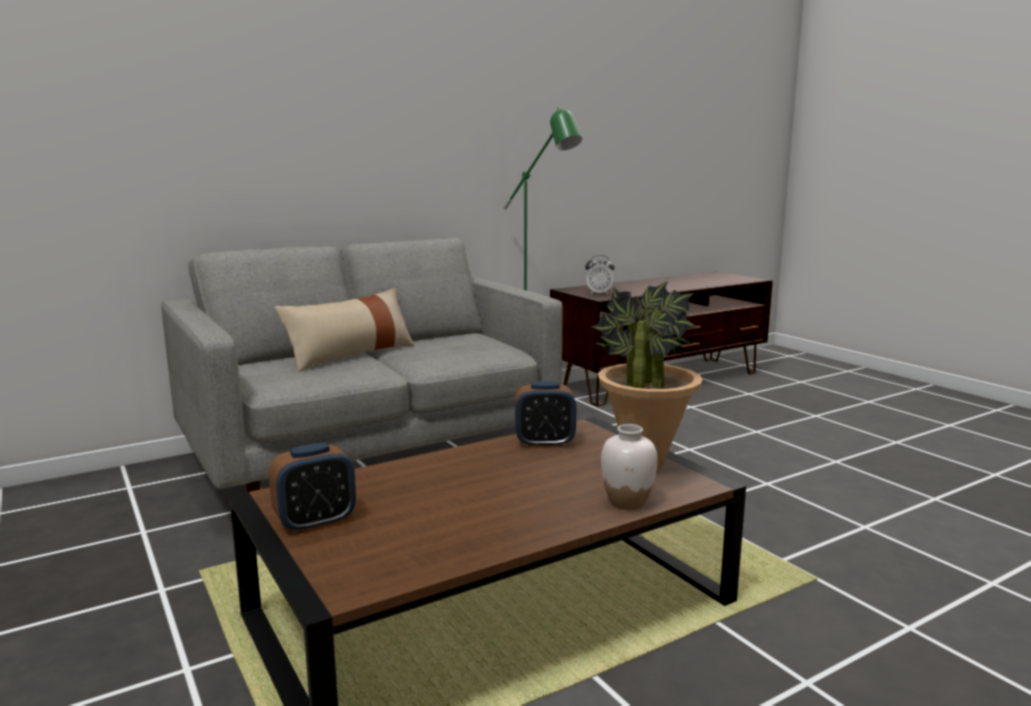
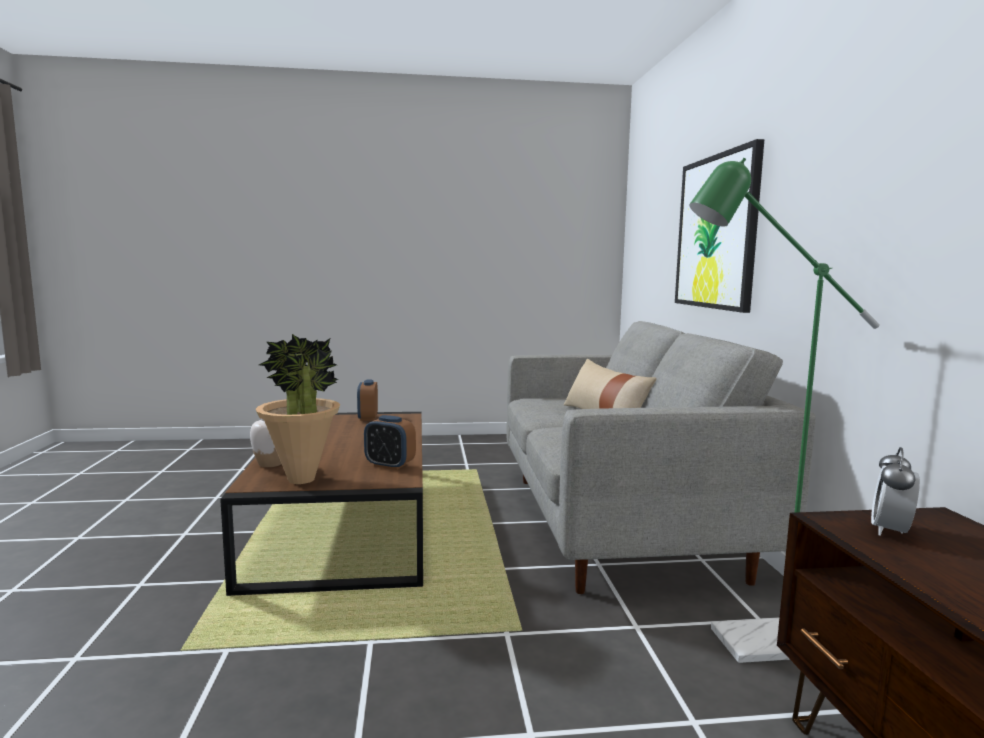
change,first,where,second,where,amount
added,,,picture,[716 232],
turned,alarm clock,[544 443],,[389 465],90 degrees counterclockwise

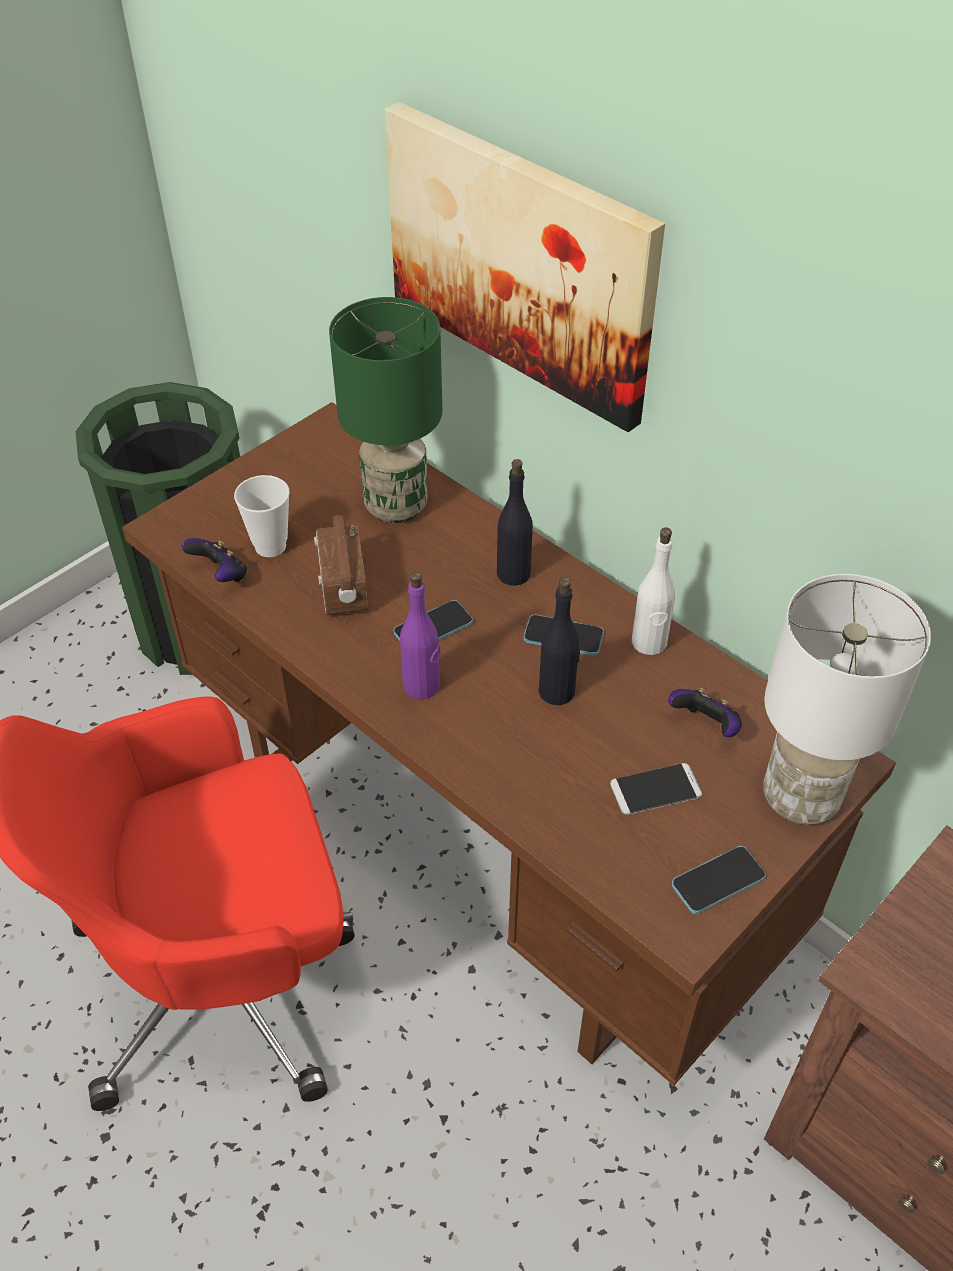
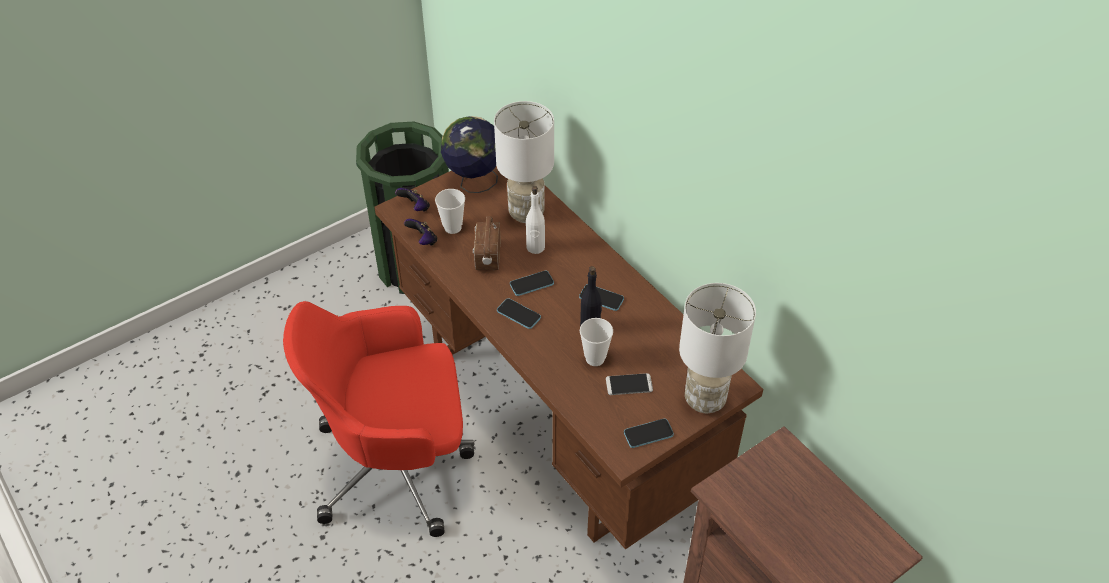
change,first,where,second,where,amount
removed,picture,[520 262],,,
removed,bottle (black),[513 573],,,
added,,,globe,[474 183],
added,,,cup,[595 358],
moved,bottle (white),[649 643],,[535 247],
moved,game controller,[705 726],,[415 208],
replaced,bottle (purple),[422 686],phone,[518 314],
recoloured,table lamp (green),[396 505],table lamp (white),[526 212],

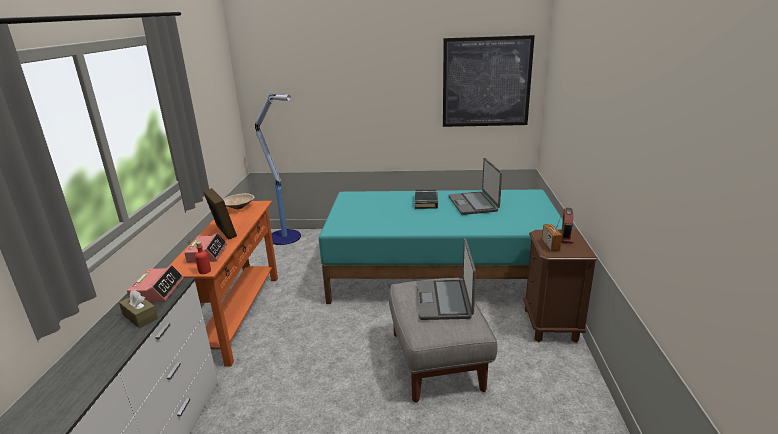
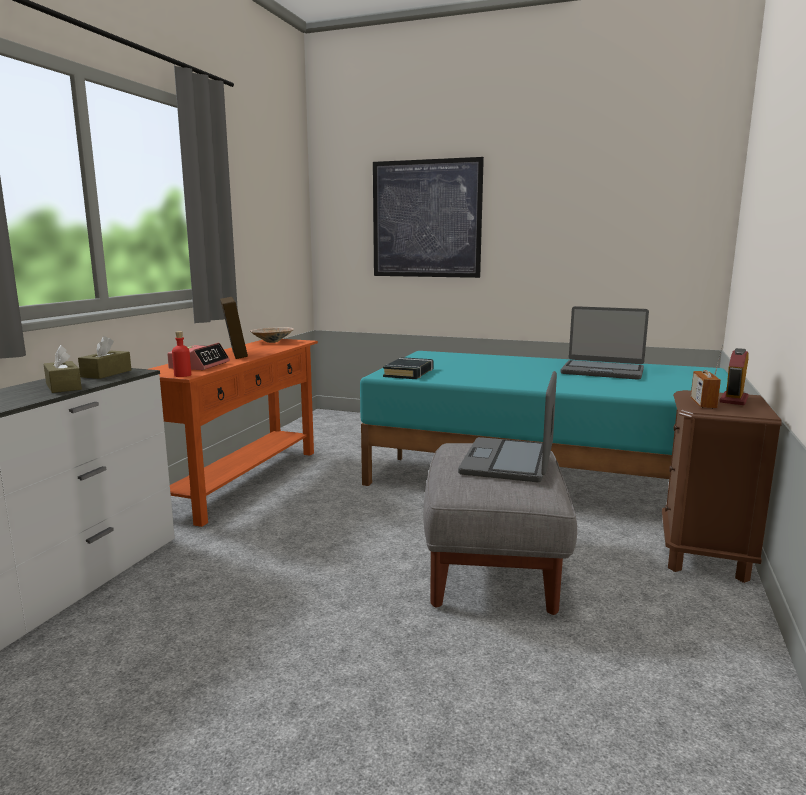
change,first,where,second,where,amount
removed,floor lamp,[285 237],,,
moved,book (black),[426 202],,[409 373],
moved,picture,[486 82],,[426 219],
replaced,alarm clock,[157 290],tissue box (brown),[106 373],
turned,laptop,[473 204],,[602 371],75 degrees counterclockwise

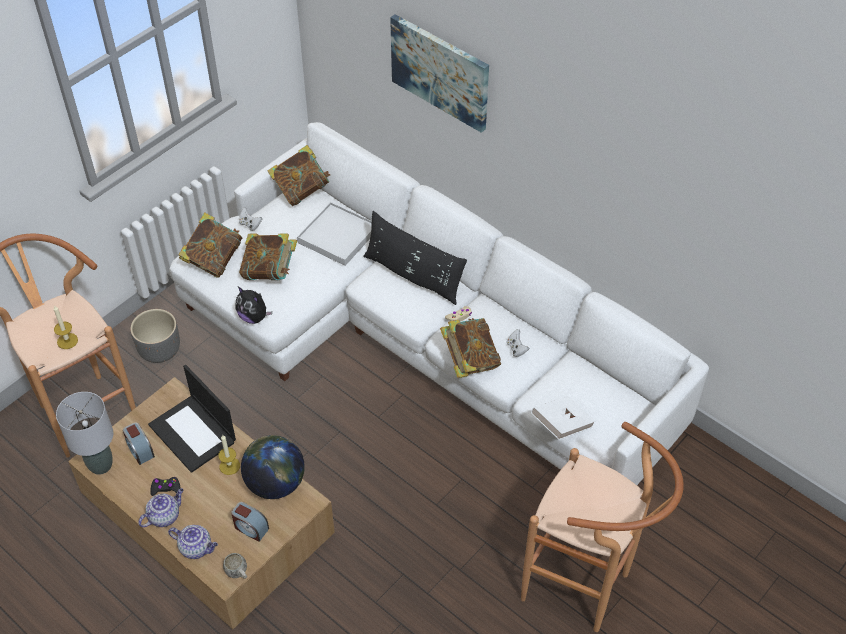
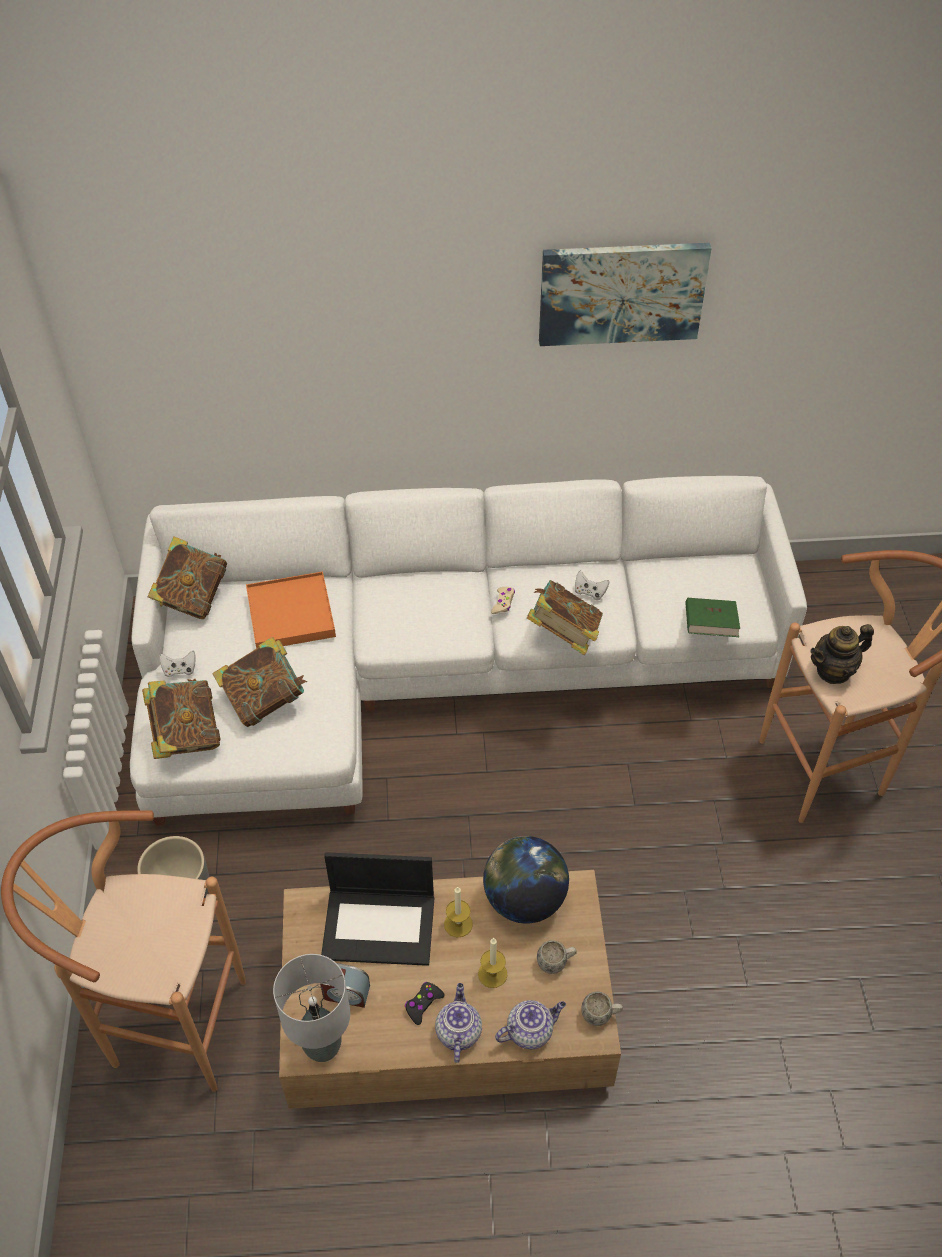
change,first,where,second,where,amount
removed,plush toy,[254 317],,,
removed,pillow (black),[413 275],,,
added,,,teapot,[833 671],
moved,candle,[67 341],,[492 974],
moved,picture,[440 71],,[621 292],
replaced,alarm clock,[250 528],mug (white),[556 962],
recoloured,tray (white),[338 236],tray (orange),[291 614],
recoloured,book (white),[561 425],book (green),[709 628],

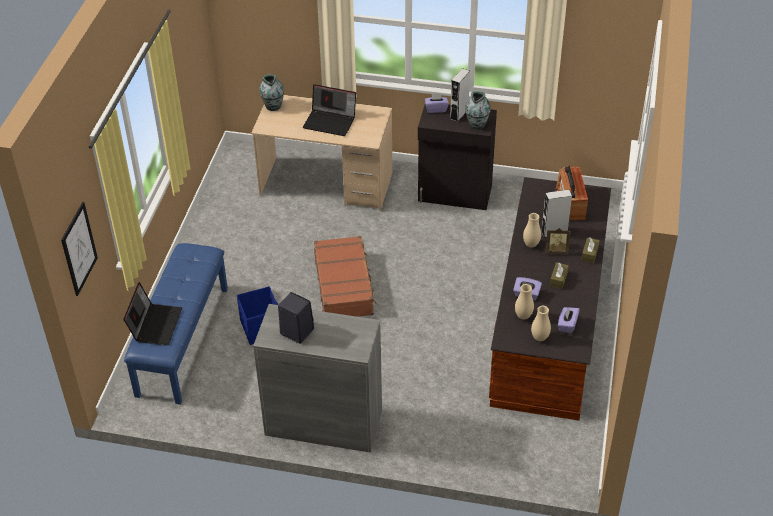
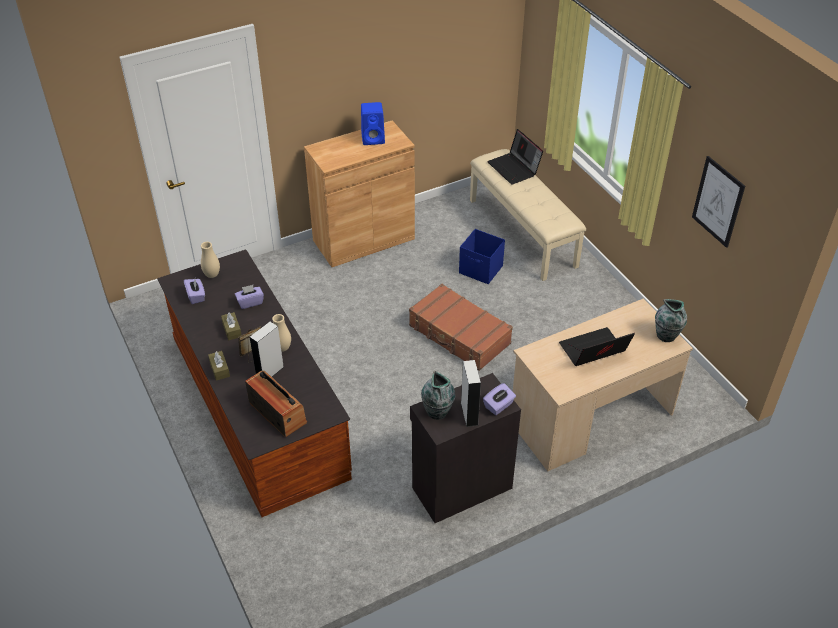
change,first,where,second,where,amount
removed,vase (beige),[523 316],,,
moved,picture,[79 249],,[718 201],
recoloured,bench (blue),[182 340],bench (beige),[523 232],
recoloured,cabinet (grey),[323 422],cabinet (brown),[364 239],
recoloured,speaker (black),[295 331],speaker (blue),[374 139],

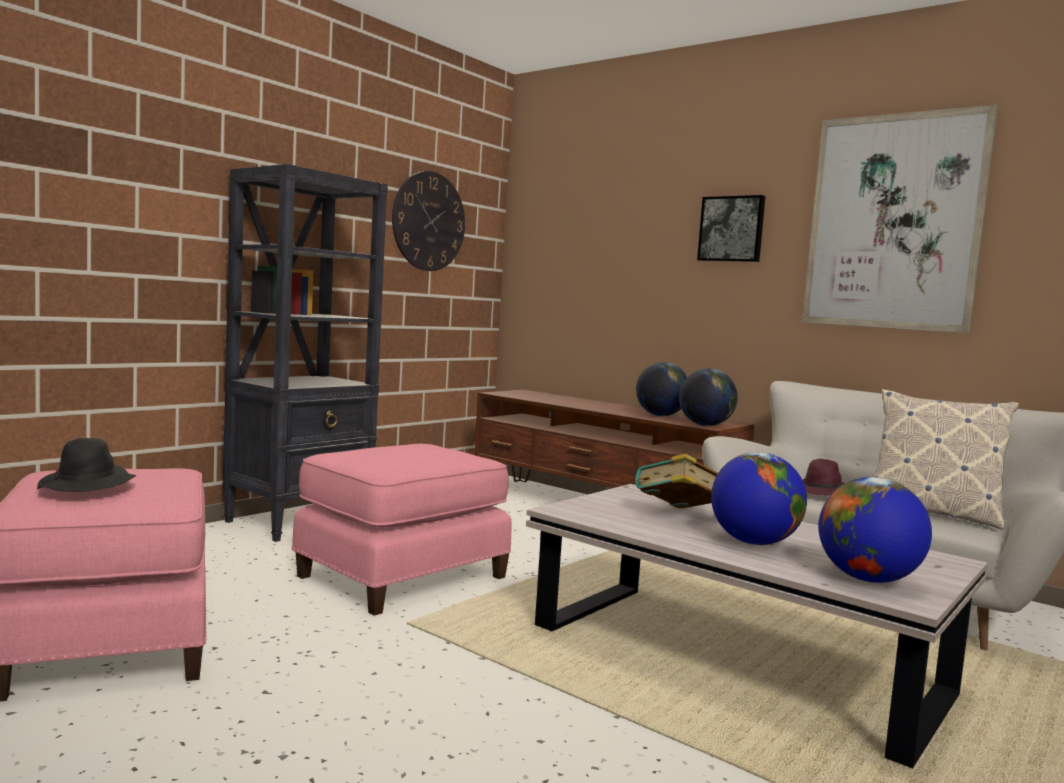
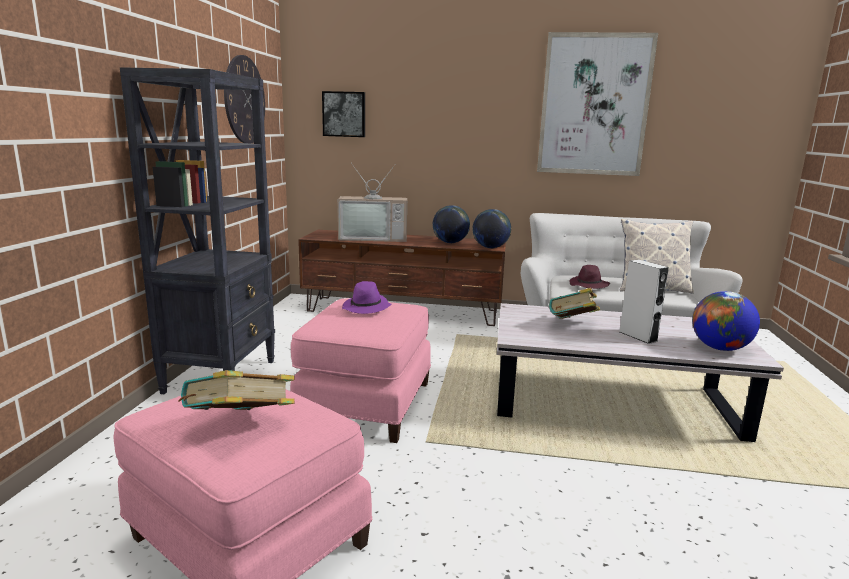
change,first,where,second,where,amount
added,,,television,[373 238],
added,,,hat (purple),[366 308],
moved,picture,[732 229],,[344 114],
replaced,hat (black),[87 486],book,[240 425],
replaced,globe,[754 543],speaker (grey),[638 336],

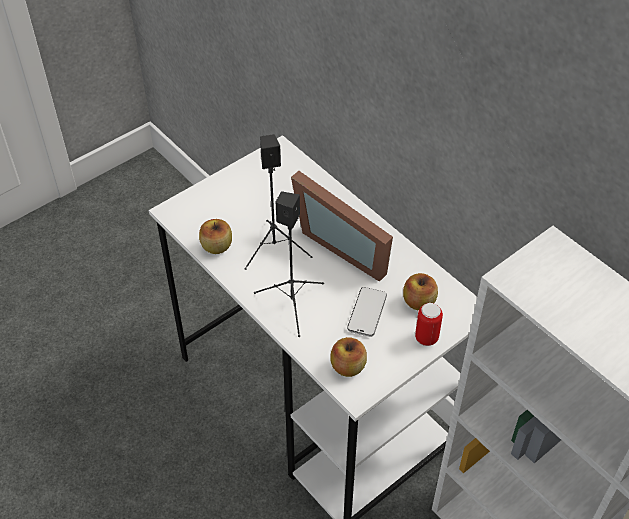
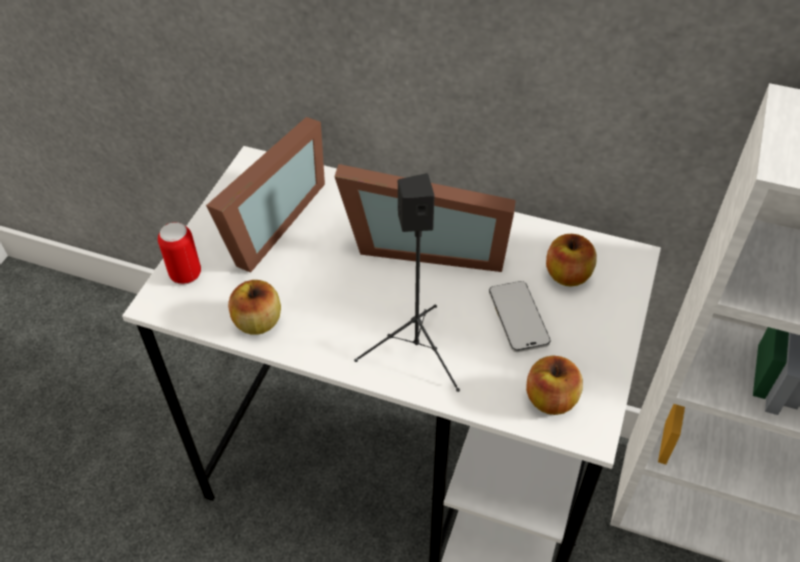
change,first,where,second,where,amount
removed,speaker (black),[275 248],,,
added,,,picture frame,[265 223],
moved,can,[426 338],,[185 274],

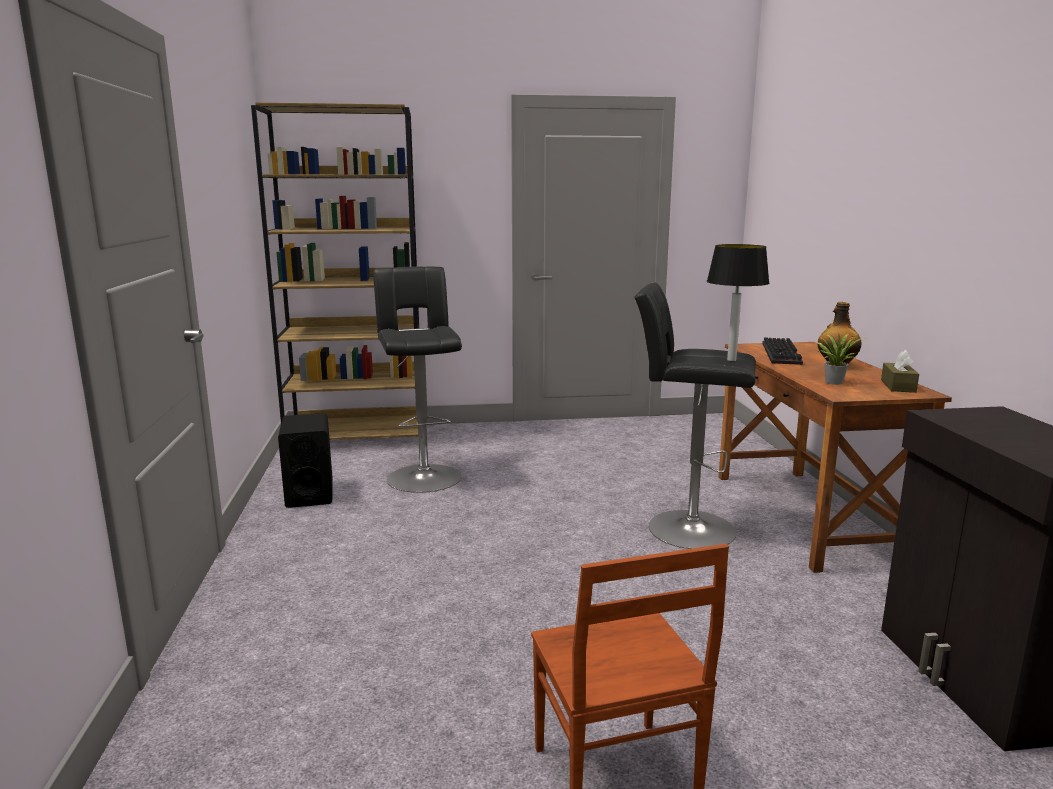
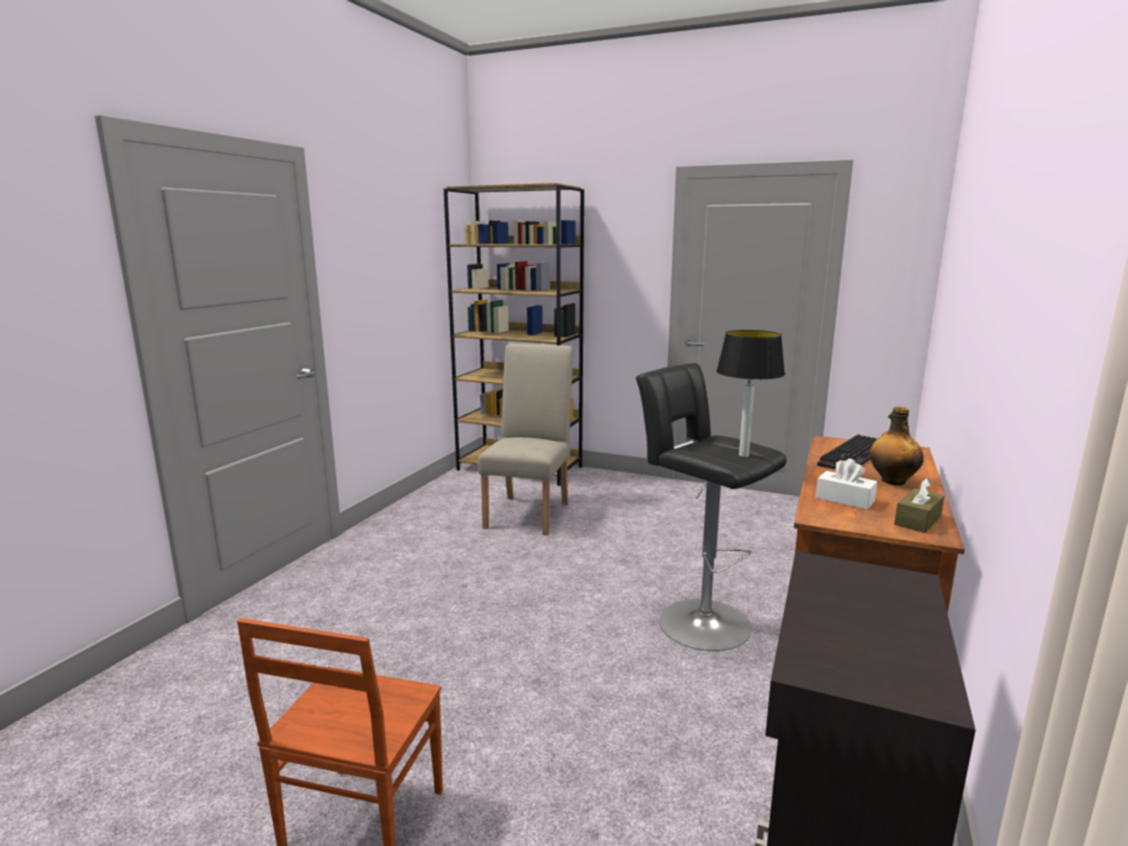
change,first,where,second,where,amount
removed,speaker (black),[309 494],,,
replaced,stool (black),[423 476],chair (beige),[530 512],
replaced,potted plant,[833 381],tissue box (white),[844 499],

